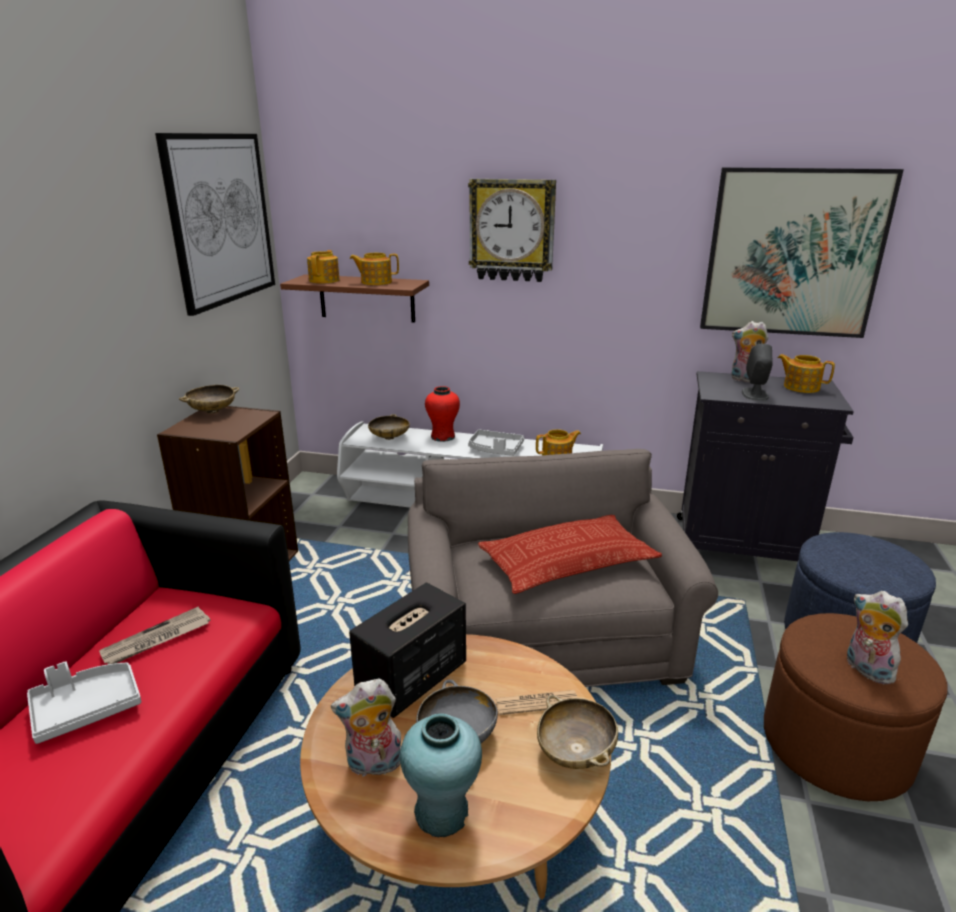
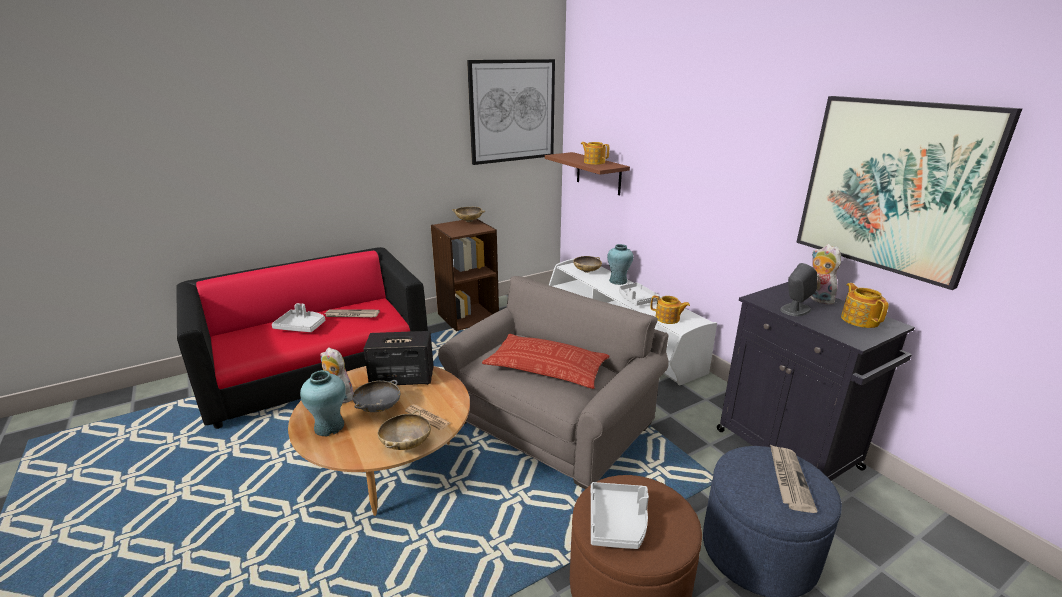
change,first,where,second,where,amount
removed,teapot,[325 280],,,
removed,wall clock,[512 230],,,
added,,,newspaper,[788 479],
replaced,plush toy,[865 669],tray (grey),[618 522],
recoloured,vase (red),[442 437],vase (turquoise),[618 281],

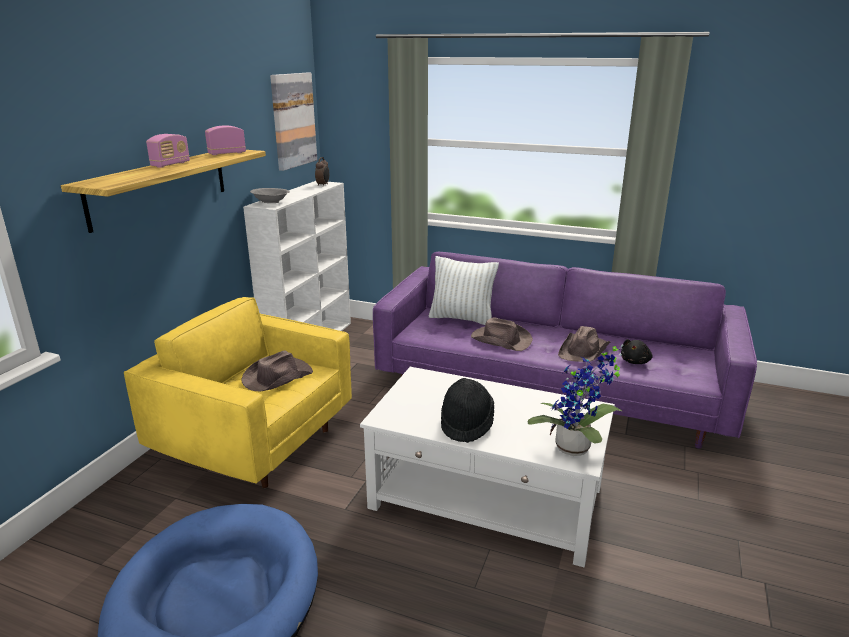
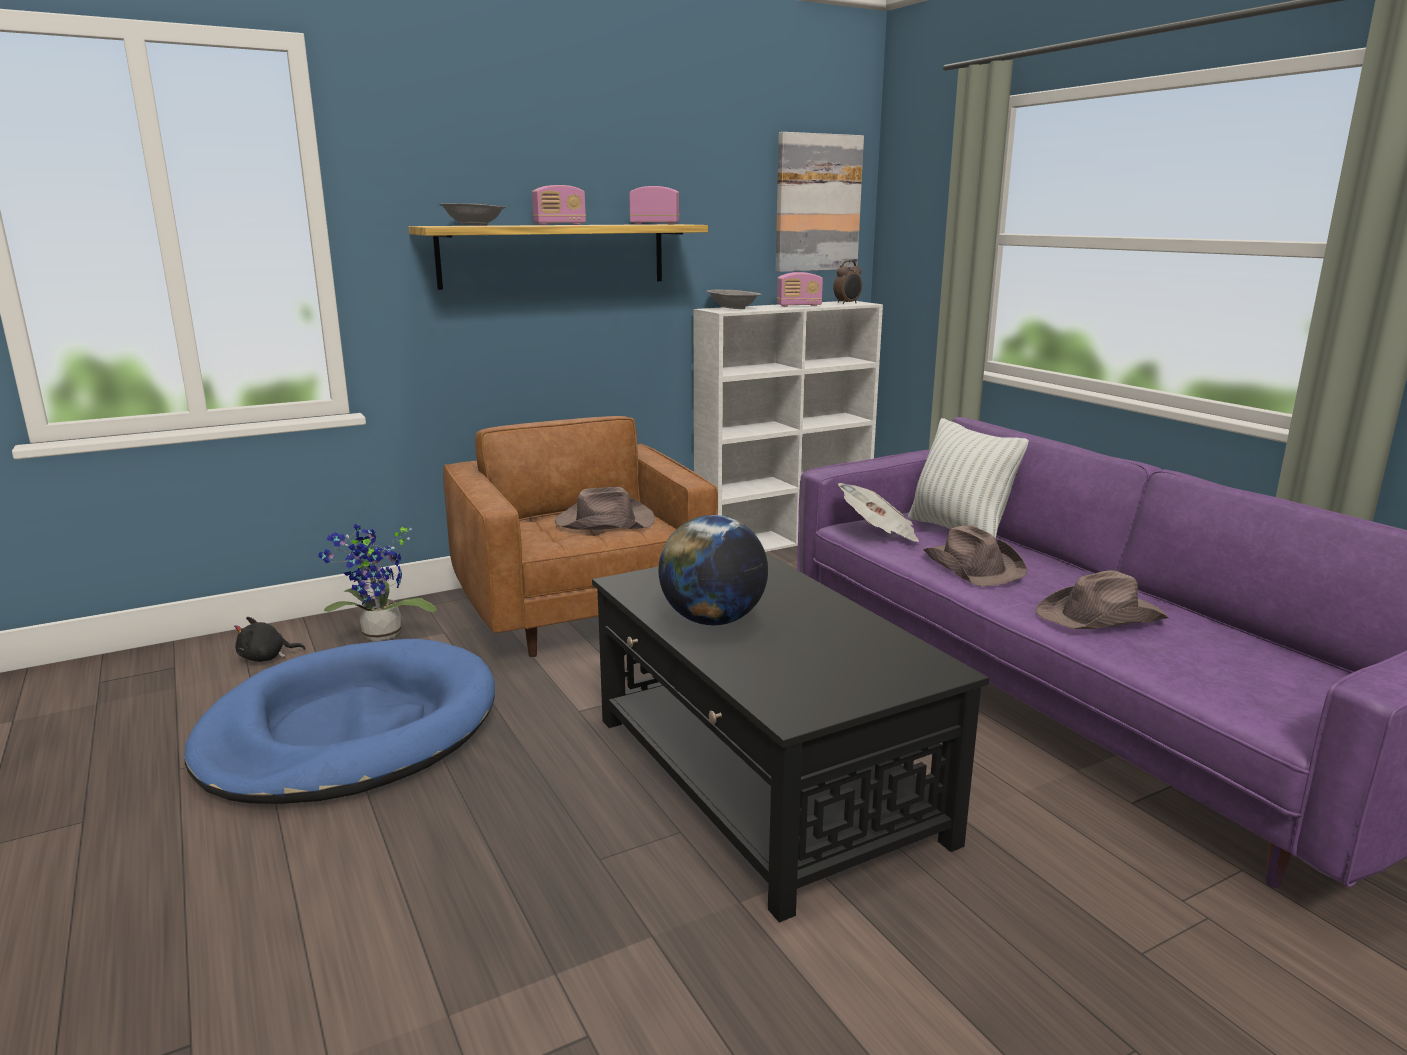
change,first,where,second,where,amount
added,,,bowl (grey),[474 225],
added,,,radio,[799 306],
added,,,newspaper,[879 533],
moved,potted plant,[575 450],,[379 637],
moved,plush toy (black),[635 361],,[266 657],
replaced,hat (black),[466 424],globe,[712 620],
recoloured,armchair (yellow),[255 444],armchair (brown),[580 614],
recoloured,coffee table (white),[487 498],coffee table (black),[764 778],

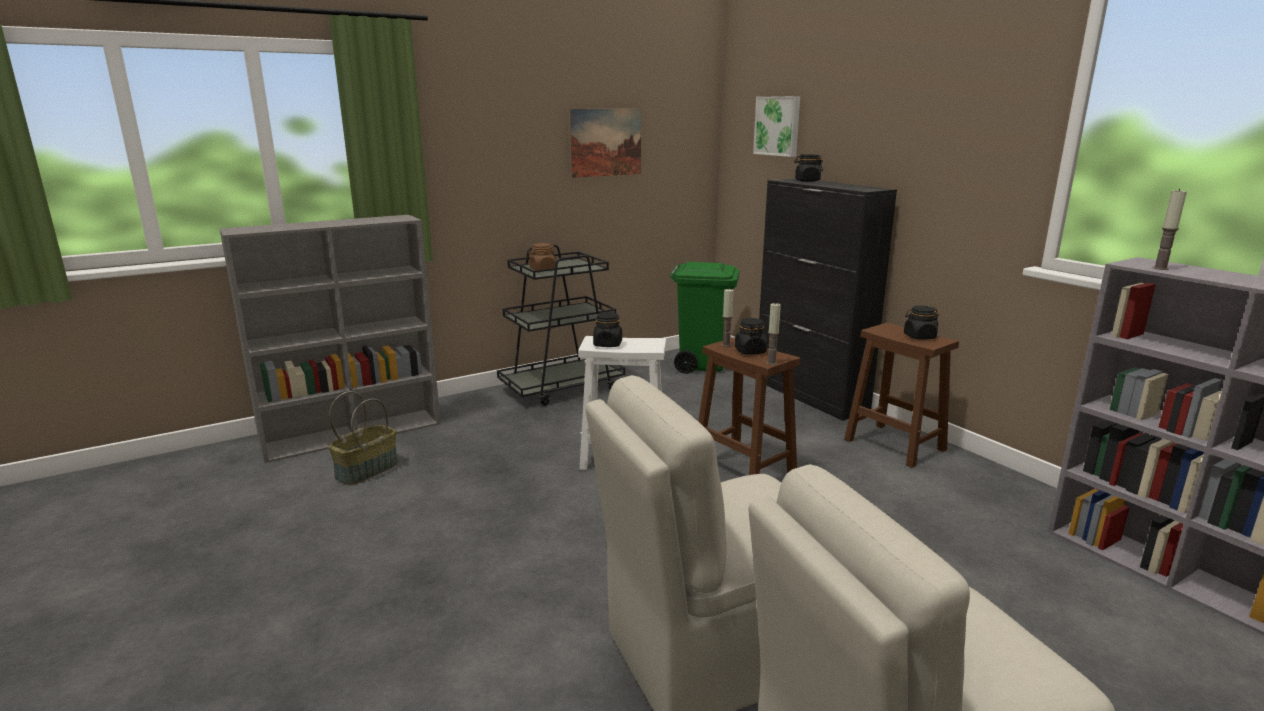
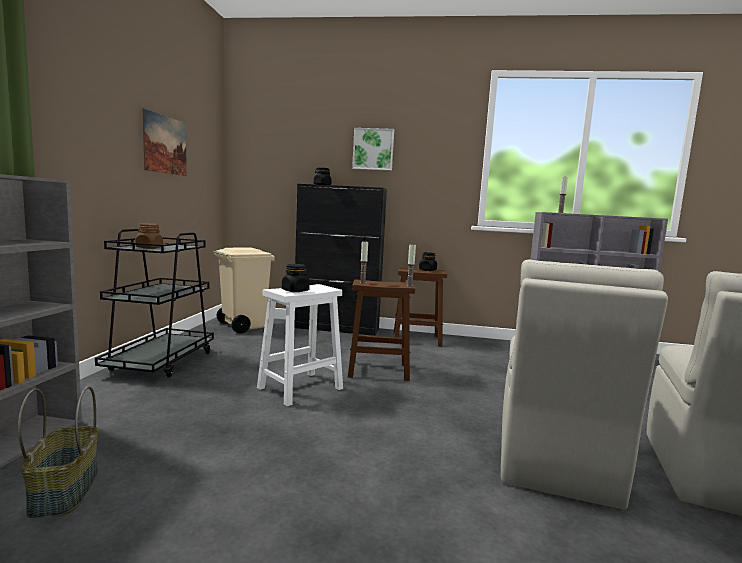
change,first,where,second,where,amount
removed,jar (black),[750 351],,,
moved,picture,[778 126],,[373 149],
recoloured,trash can (green),[702 364],trash can (beige),[242 326],

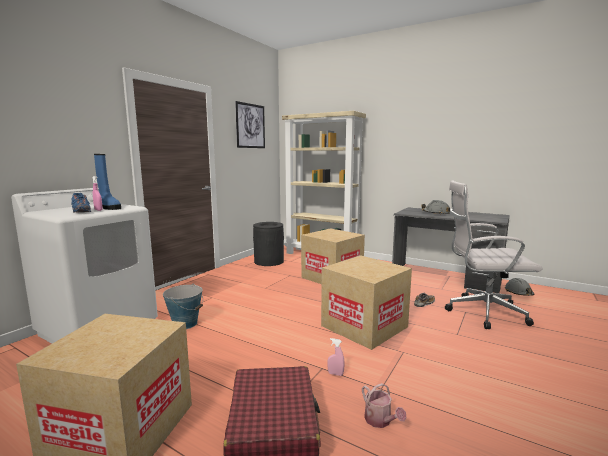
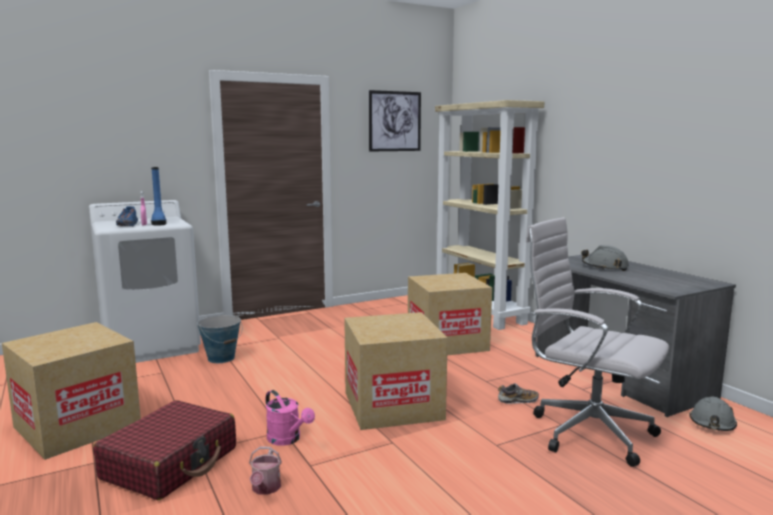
change,first,where,second,where,amount
removed,trash can (black),[268 261],,,
replaced,spray bottle (pink),[335 374],watering can (pink),[288 439],

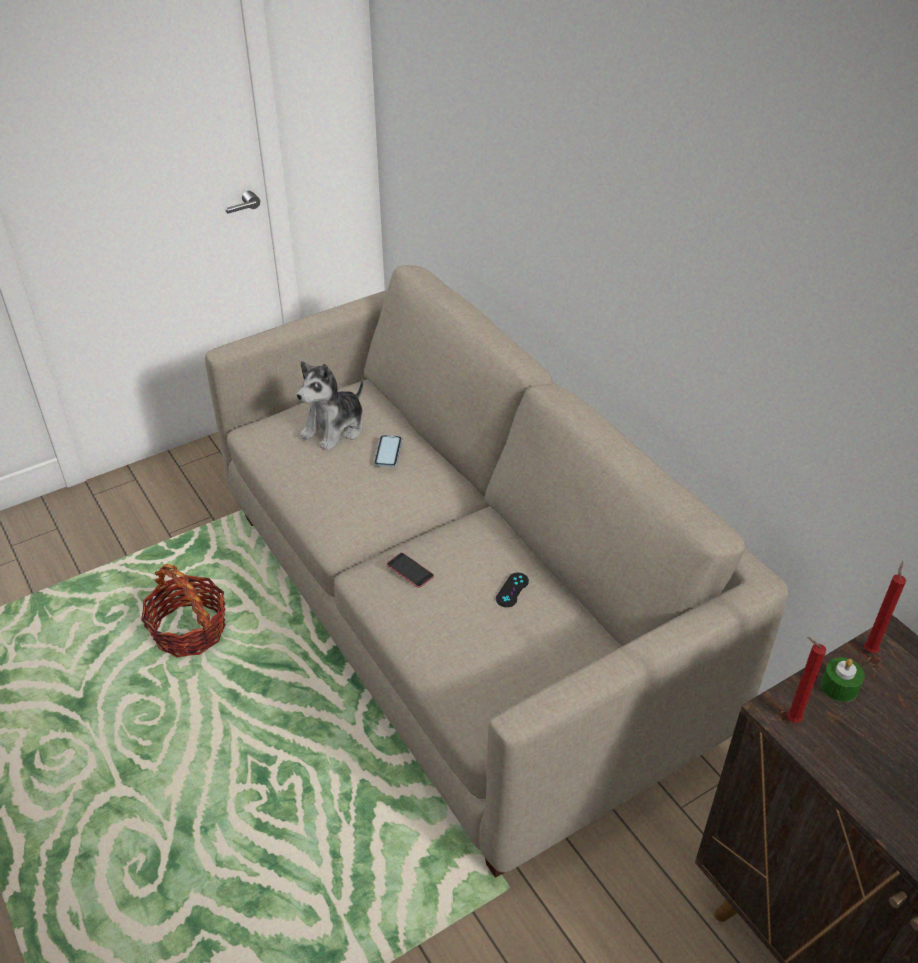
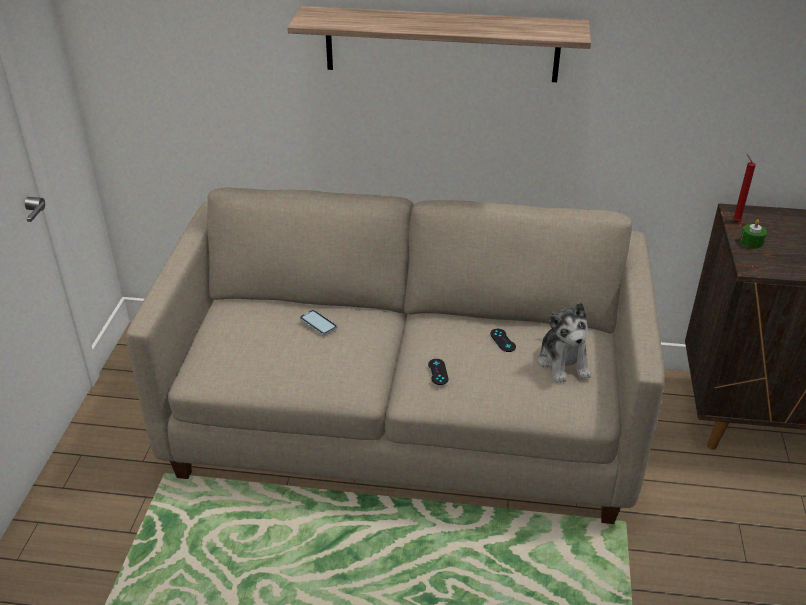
change,first,where,second,where,amount
removed,basket,[189 630],,,
removed,candle (red),[790 719],,,
added,,,shelf,[441 44],
moved,plush toy,[335 429],,[563 362],
replaced,phone,[410 570],game controller (black),[438 372],

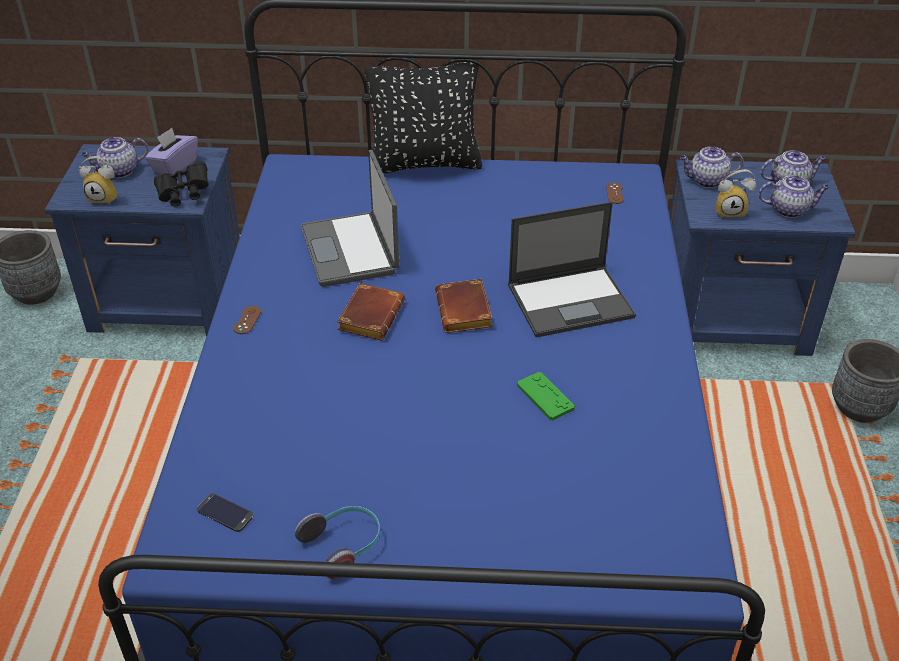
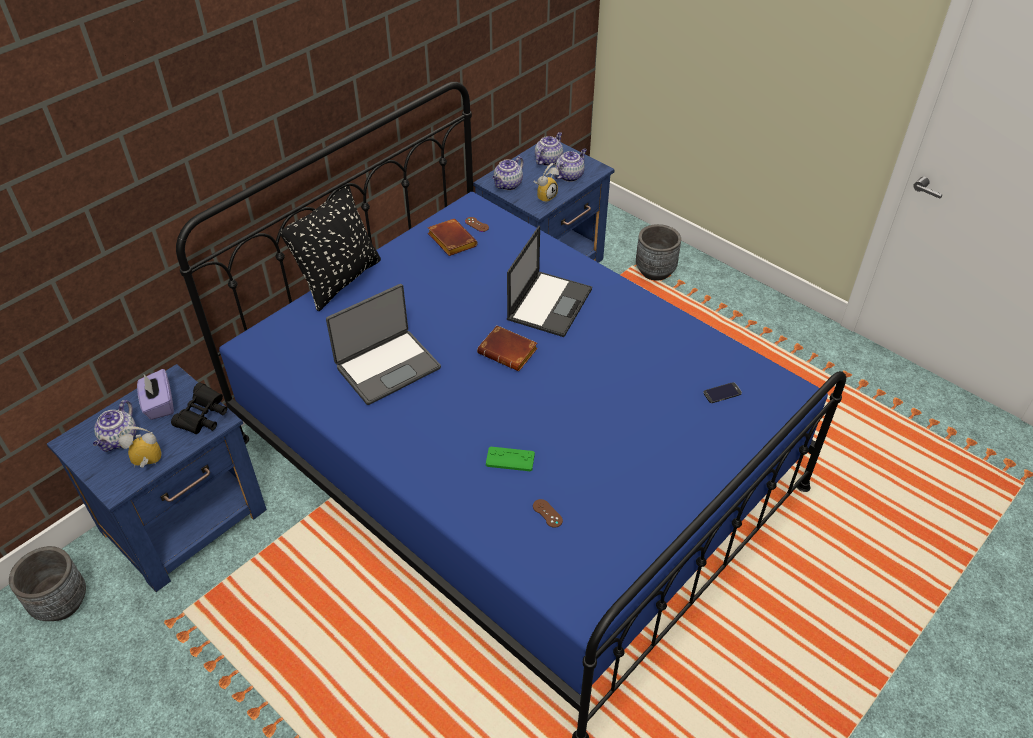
change,first,where,second,where,amount
removed,headphones,[344 546],,,
moved,phone,[225 513],,[722 393],
moved,game controller (brown),[247 320],,[547 513],
moved,book (brown),[370 315],,[450 241],
moved,game controller (green),[545 397],,[510 459],
turned,alarm clock,[106 198],,[146 464],150 degrees counterclockwise
turned,laptop,[351 250],,[387 366],60 degrees counterclockwise

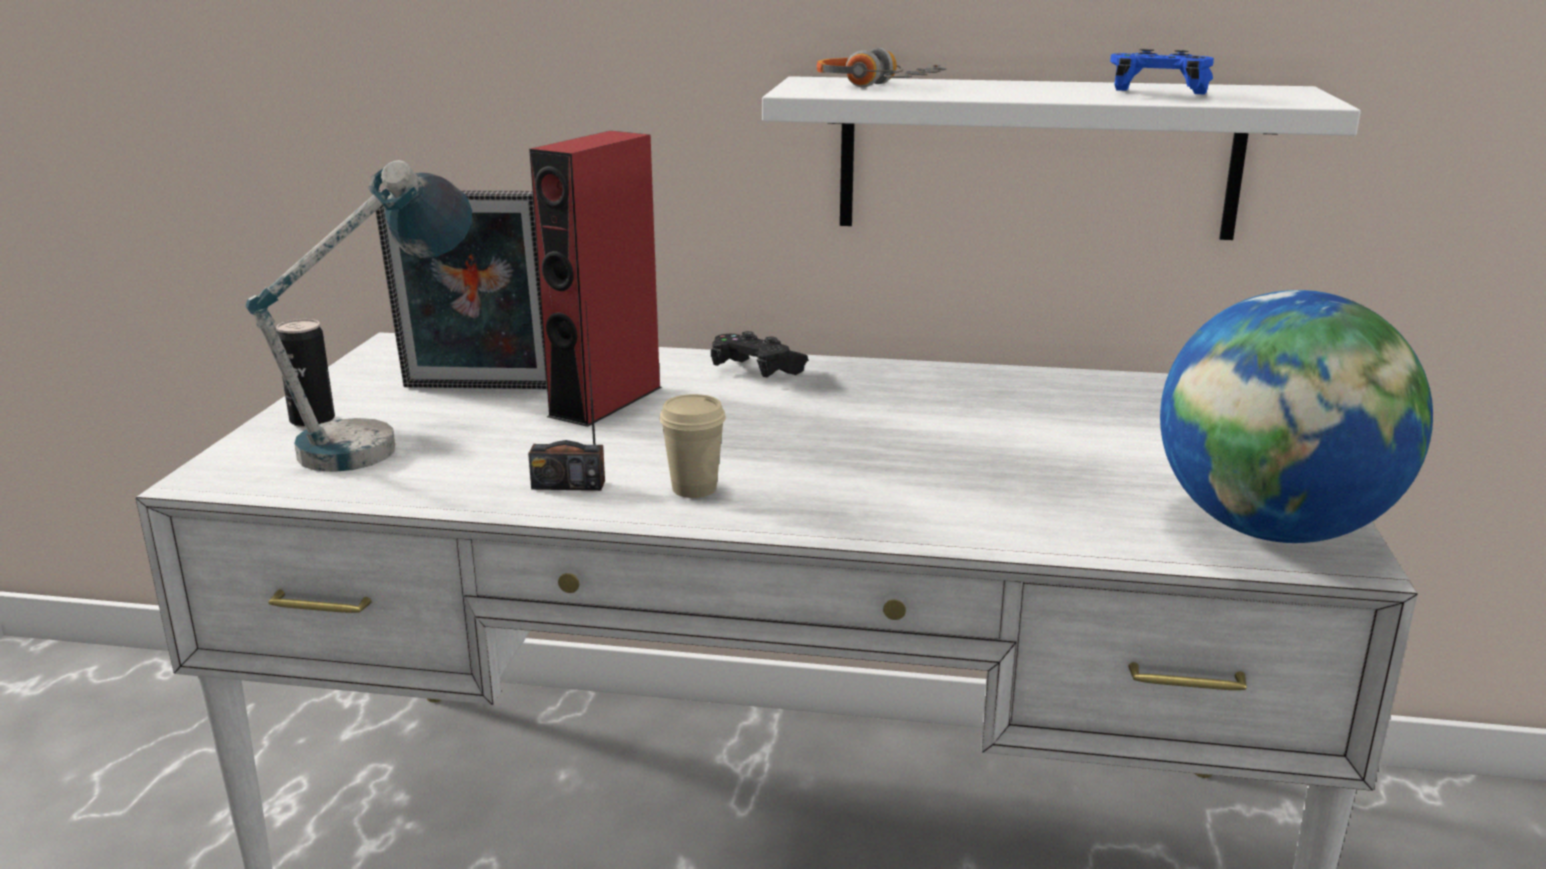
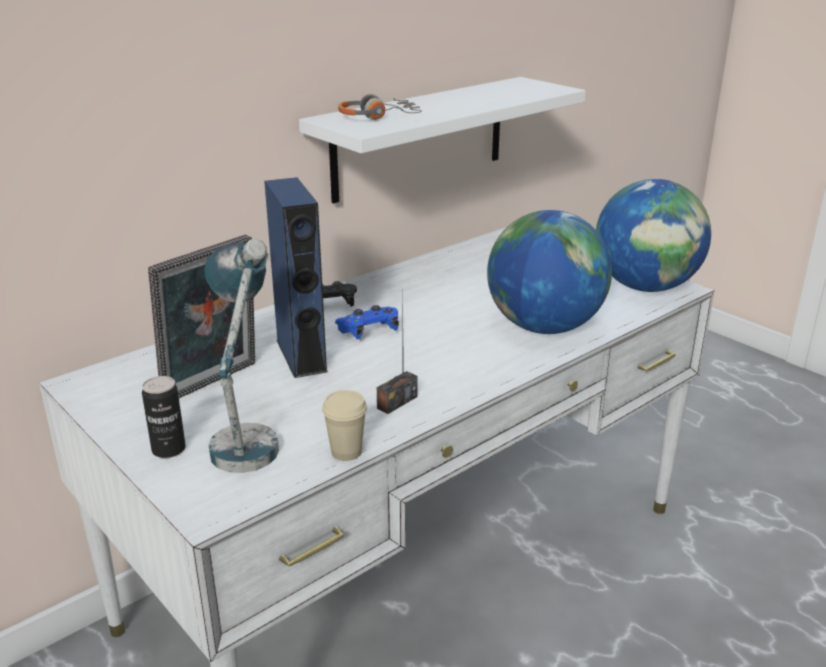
change,first,where,second,where,amount
added,,,globe,[544 327],
moved,cup (beige),[694 488],,[346 452],
moved,game controller (blue),[1158 94],,[368 331],
recoloured,speaker (red),[606 401],speaker (blue),[301 355],

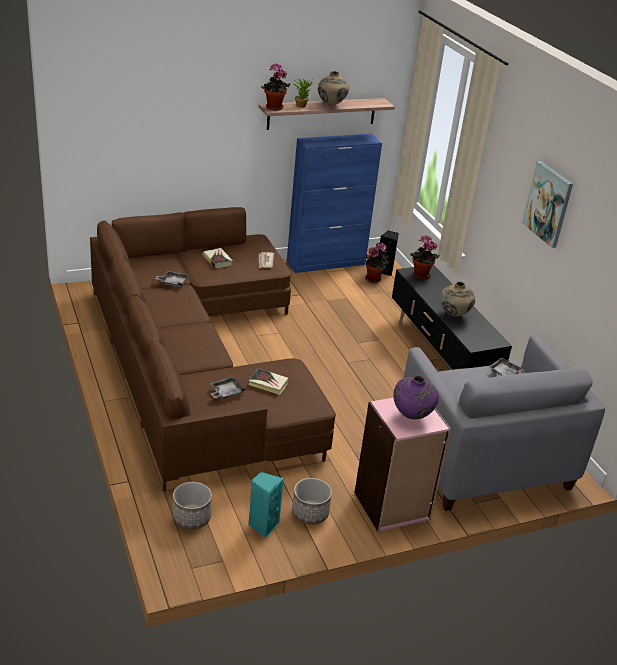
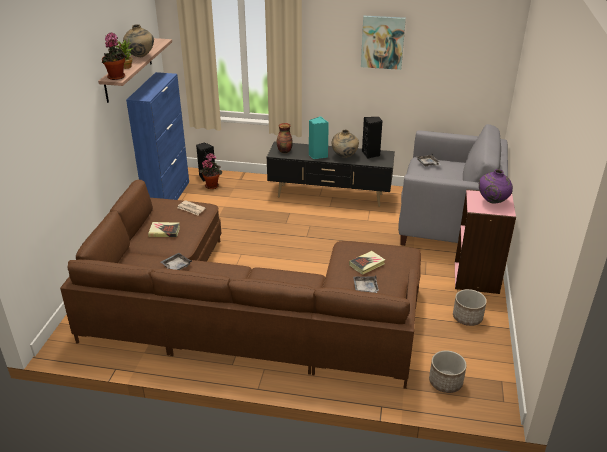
change,first,where,second,where,amount
added,,,speaker (black),[371 154],
moved,speaker (turquoise),[263 525],,[317 155],
replaced,potted plant,[420 276],vase,[284 151],

